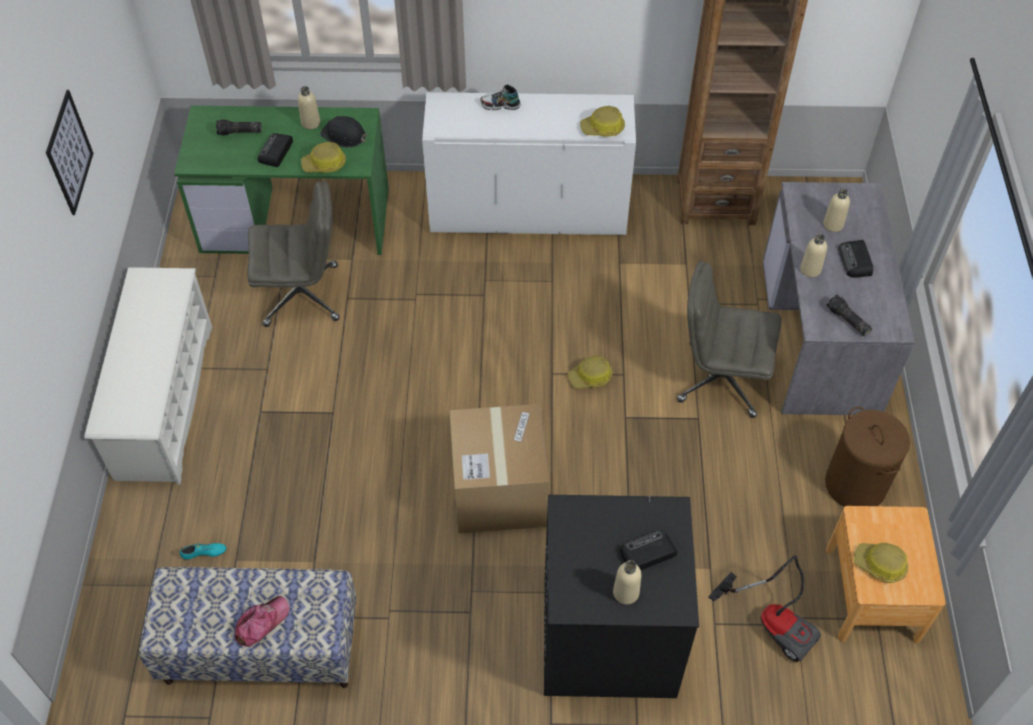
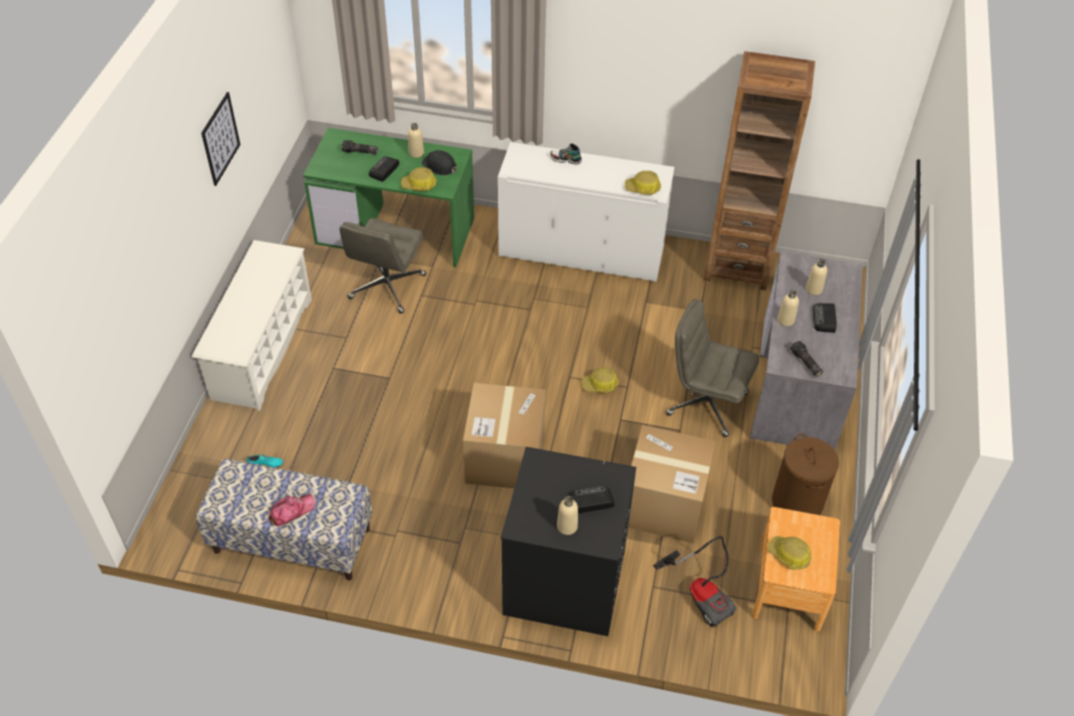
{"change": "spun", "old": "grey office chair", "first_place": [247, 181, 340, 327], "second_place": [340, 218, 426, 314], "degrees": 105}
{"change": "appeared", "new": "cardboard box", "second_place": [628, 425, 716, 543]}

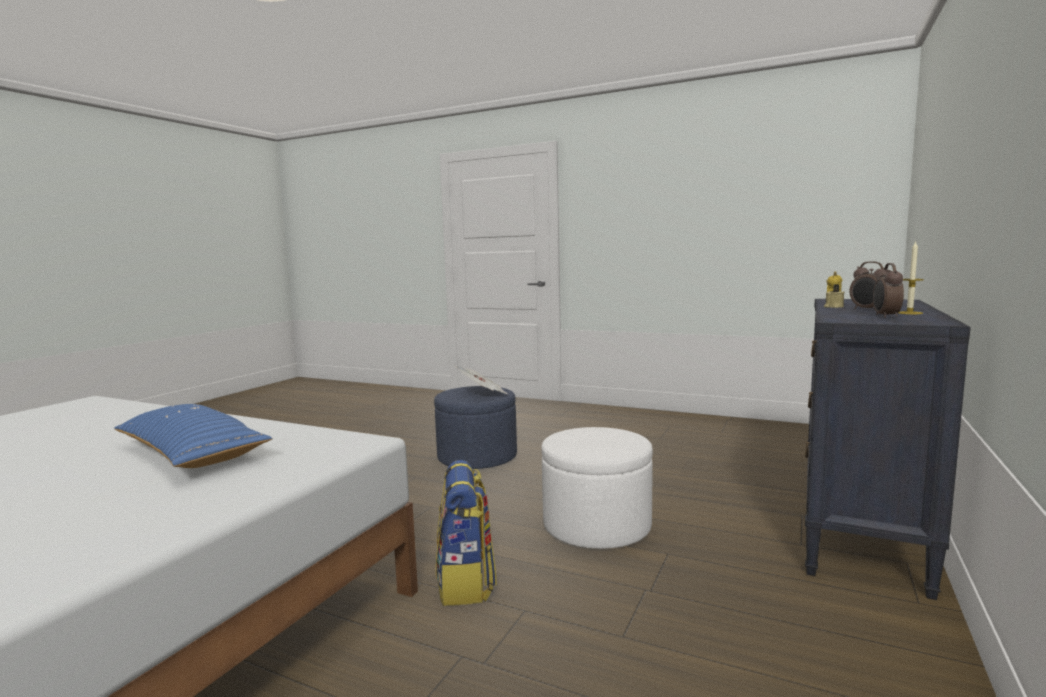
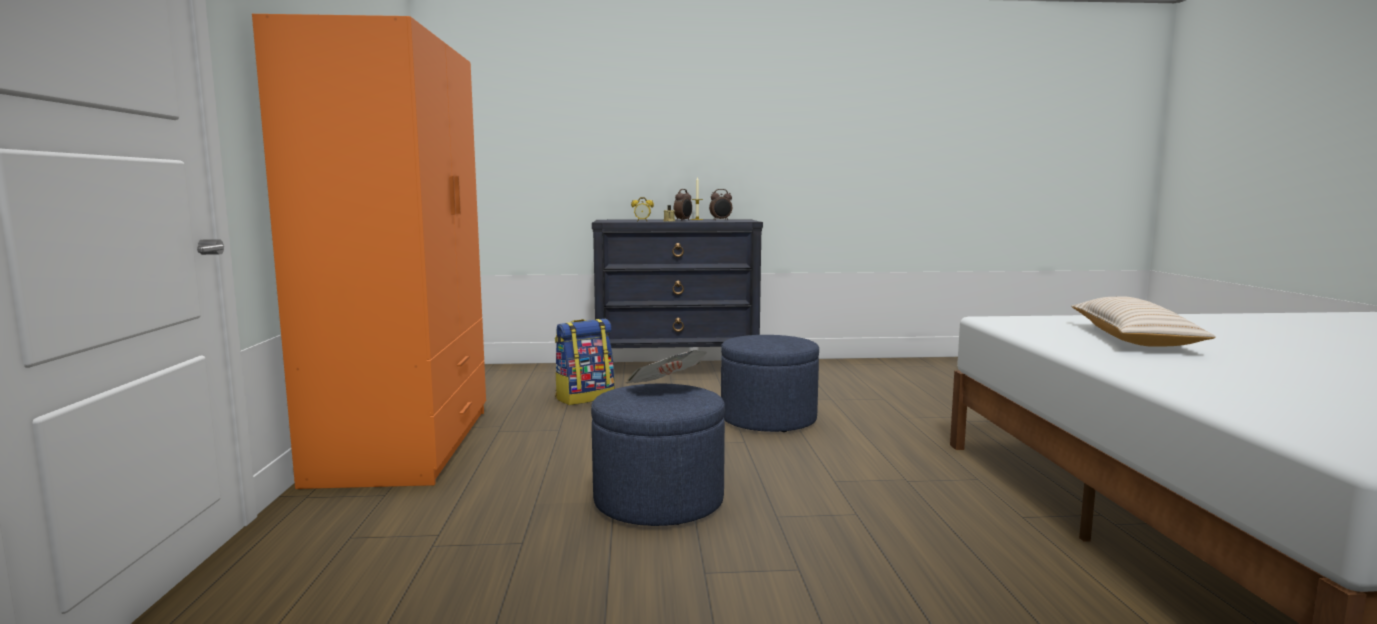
{"change": "appeared", "new": "orange wardrobe", "second_place": [252, 14, 486, 489]}
{"change": "relocated", "old": "backpack", "first_place": [436, 460, 497, 606], "second_place": [555, 319, 615, 405]}
{"change": "colour", "old": "white ottoman", "new": "blue ottoman", "first_place": [541, 427, 653, 549], "second_place": [721, 335, 819, 432]}
{"change": "colour", "old": "blue pillow", "new": "beige pillow", "first_place": [114, 404, 272, 468], "second_place": [1071, 296, 1216, 347]}

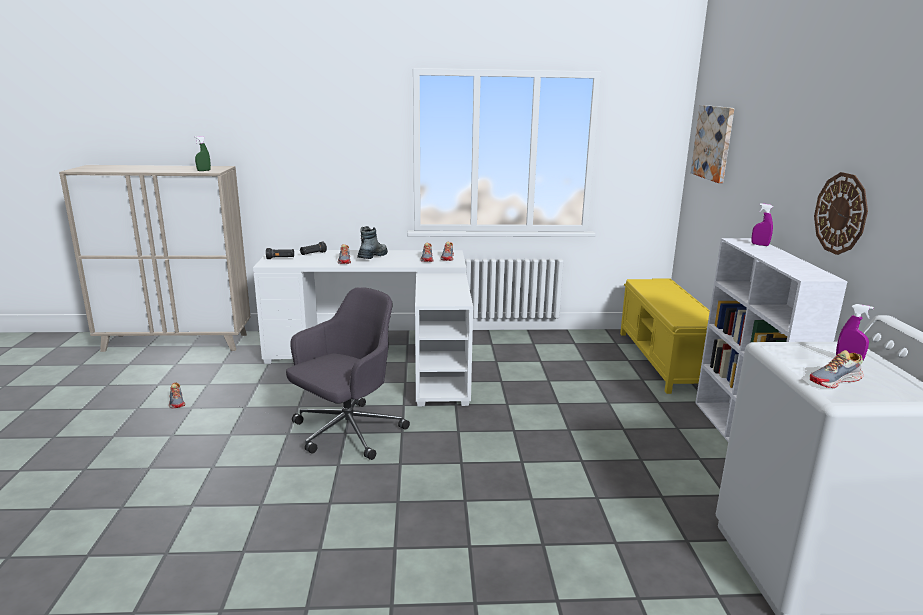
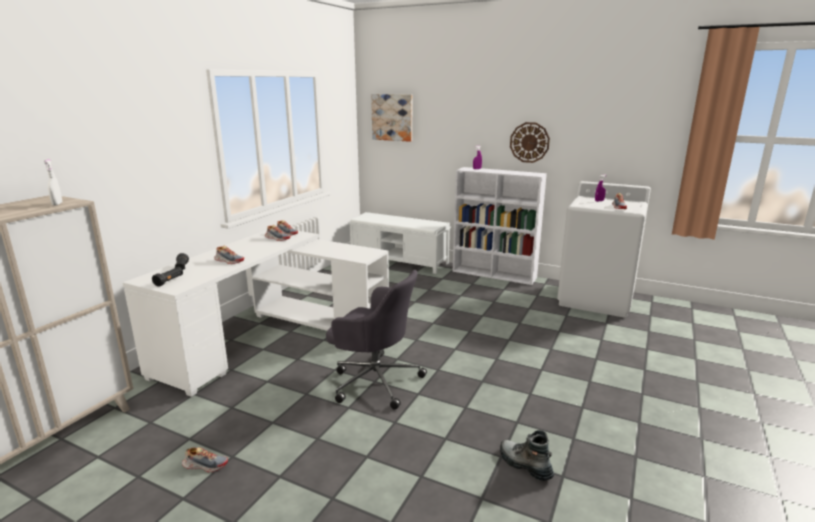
{"change": "colour", "old": "green spray bottle", "new": "white spray bottle", "first_place": [194, 136, 211, 171], "second_place": [44, 159, 62, 205]}
{"change": "spun", "old": "grey office chair", "first_place": [286, 287, 410, 460], "second_place": [326, 270, 427, 410], "degrees": 135}
{"change": "colour", "old": "yellow bench", "new": "white bench", "first_place": [620, 279, 710, 394], "second_place": [348, 212, 451, 274]}
{"change": "relocated", "old": "boot", "first_place": [357, 226, 388, 259], "second_place": [500, 430, 554, 481]}

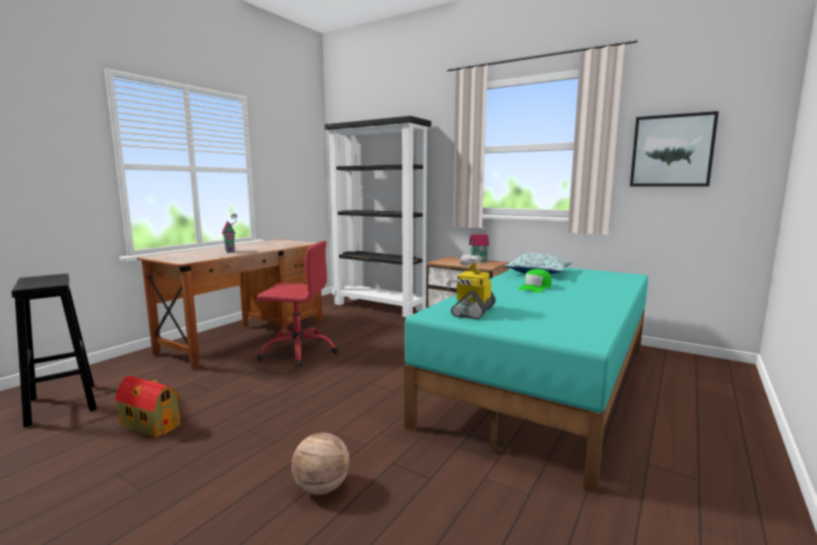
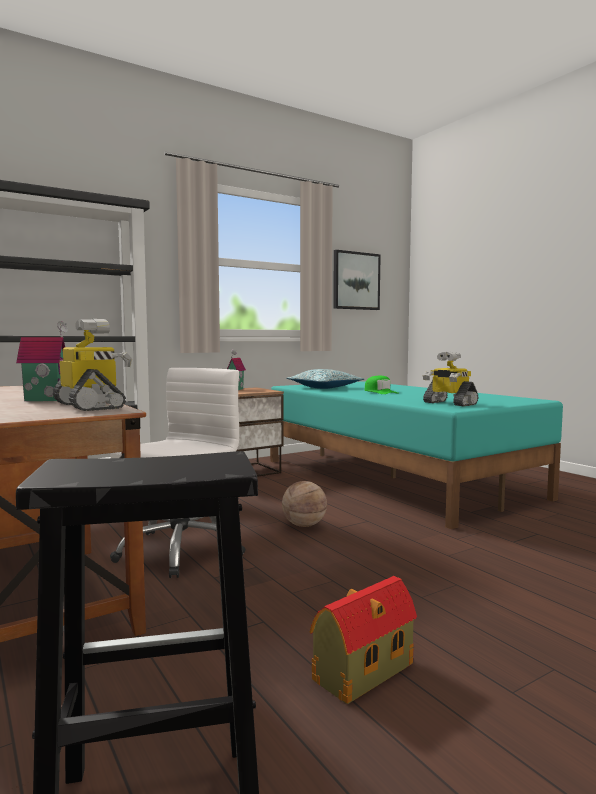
{"change": "appeared", "new": "toy robot", "second_place": [53, 319, 132, 411]}
{"change": "colour", "old": "red office chair", "new": "white office chair", "first_place": [256, 241, 339, 367], "second_place": [110, 368, 246, 578]}
{"change": "relocated", "old": "basketball", "first_place": [292, 433, 350, 495], "second_place": [282, 481, 327, 527]}

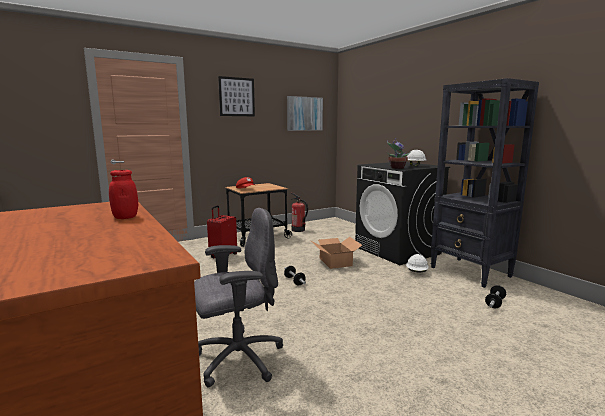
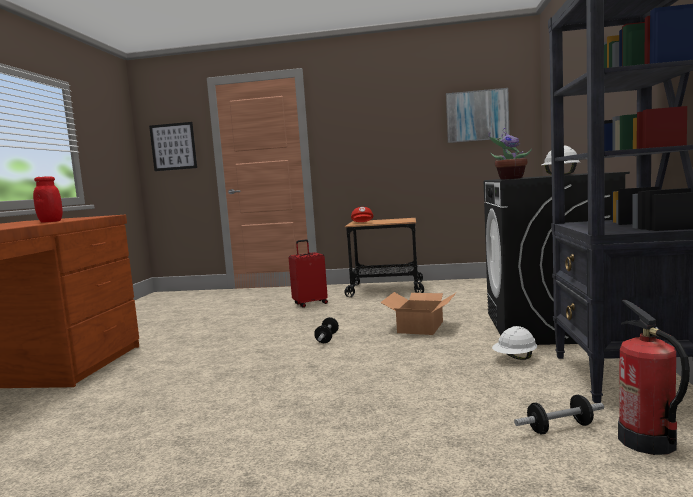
{"change": "relocated", "old": "picture", "first_place": [218, 76, 255, 116], "second_place": [149, 122, 197, 171]}
{"change": "relocated", "old": "fire extinguisher", "first_place": [291, 193, 308, 232], "second_place": [618, 300, 690, 455]}
{"change": "missing", "old": "grey office chair", "first_place": [194, 208, 283, 388]}

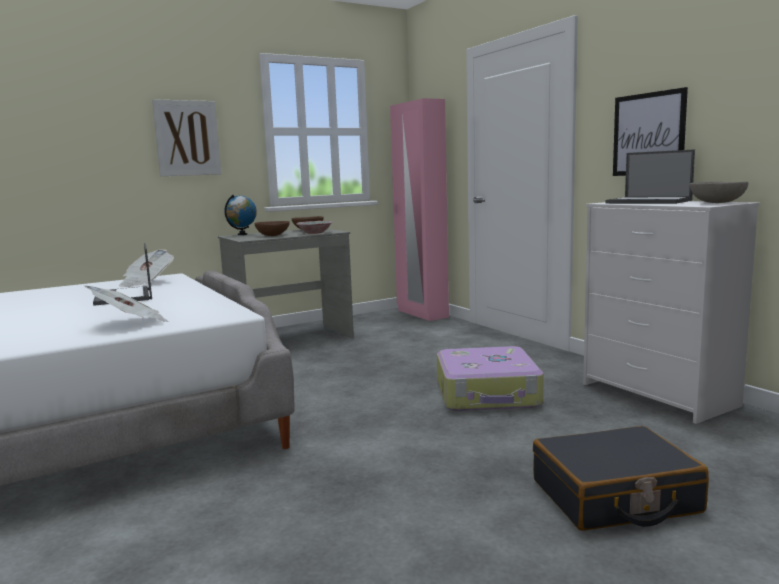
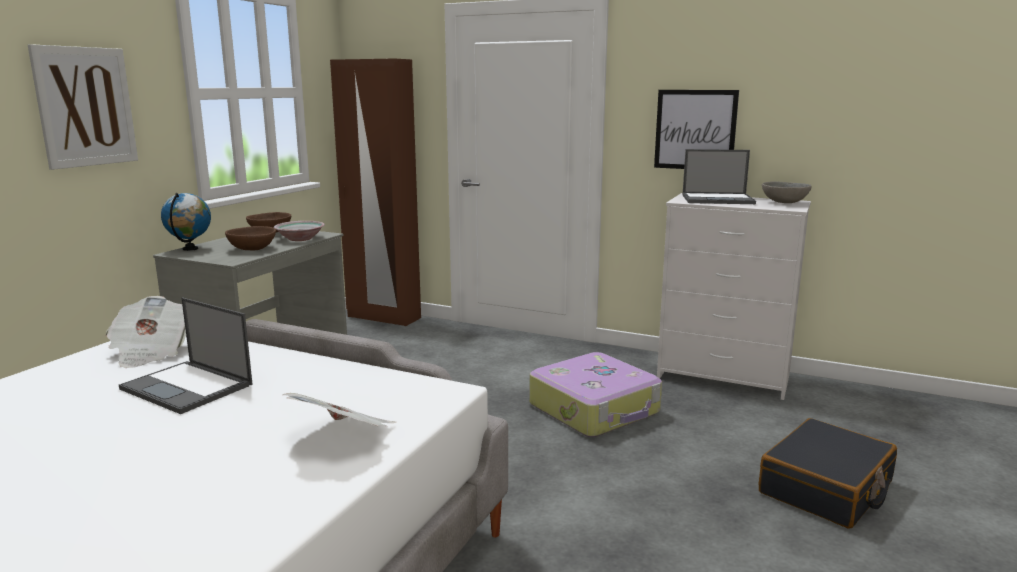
{"change": "colour", "old": "pink wardrobe", "new": "brown wardrobe", "first_place": [390, 98, 449, 321], "second_place": [330, 59, 421, 326]}

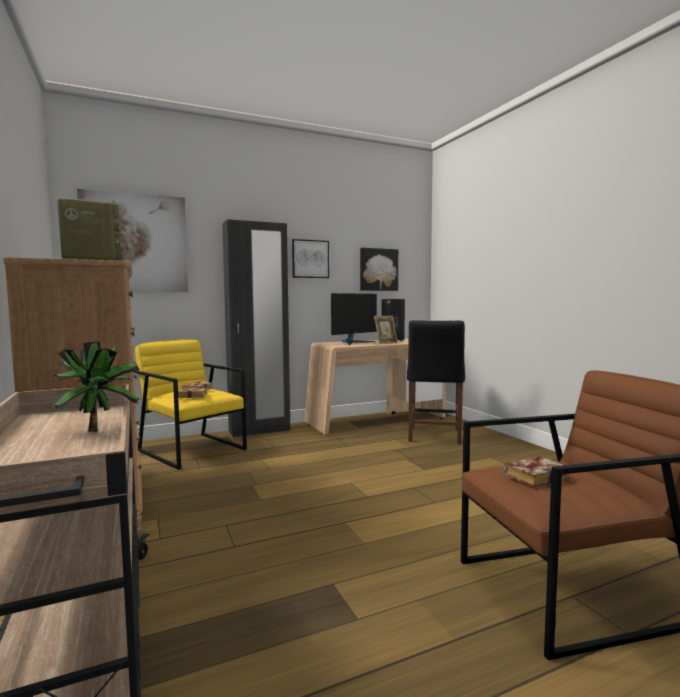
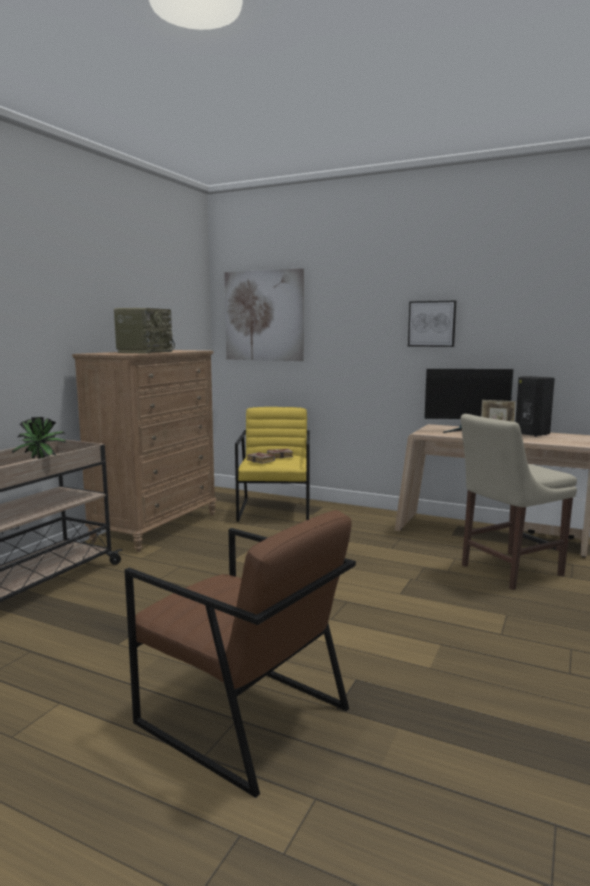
{"change": "colour", "old": "black chair", "new": "beige chair", "first_place": [407, 320, 465, 445], "second_place": [460, 414, 577, 590]}
{"change": "missing", "old": "black wardrobe", "first_place": [222, 219, 290, 437]}
{"change": "missing", "old": "picture", "first_place": [360, 248, 398, 291]}
{"change": "missing", "old": "book", "first_place": [504, 456, 568, 487]}

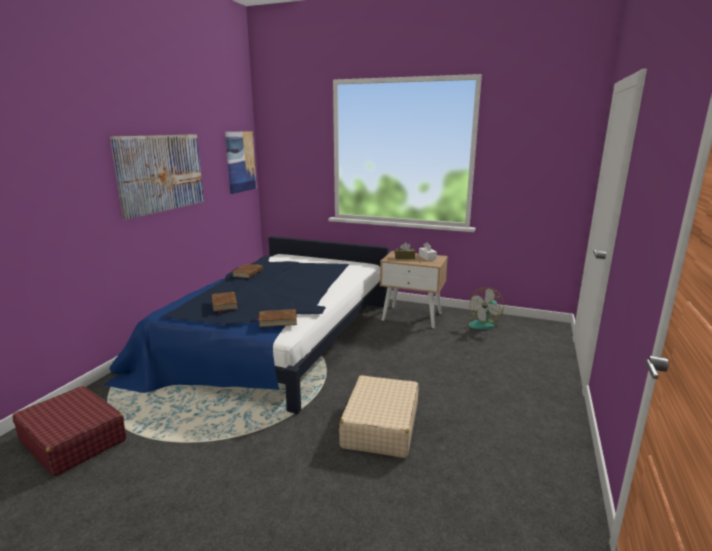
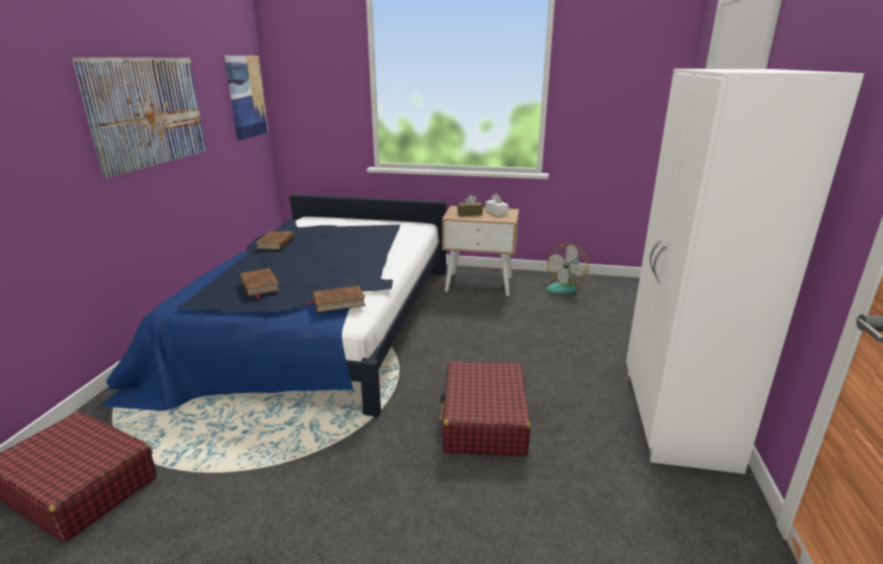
{"change": "colour", "old": "beige suitcase", "new": "red suitcase", "first_place": [339, 375, 418, 458], "second_place": [439, 361, 531, 456]}
{"change": "appeared", "new": "white wardrobe", "second_place": [626, 69, 864, 474]}

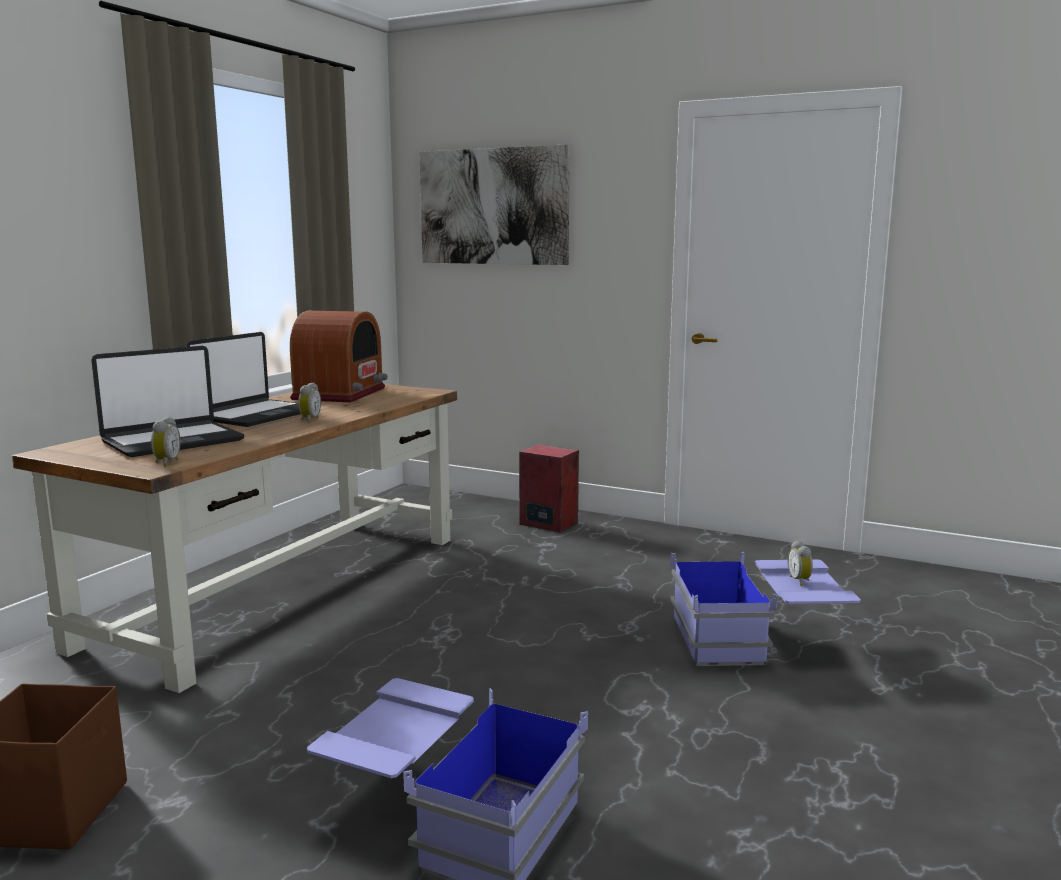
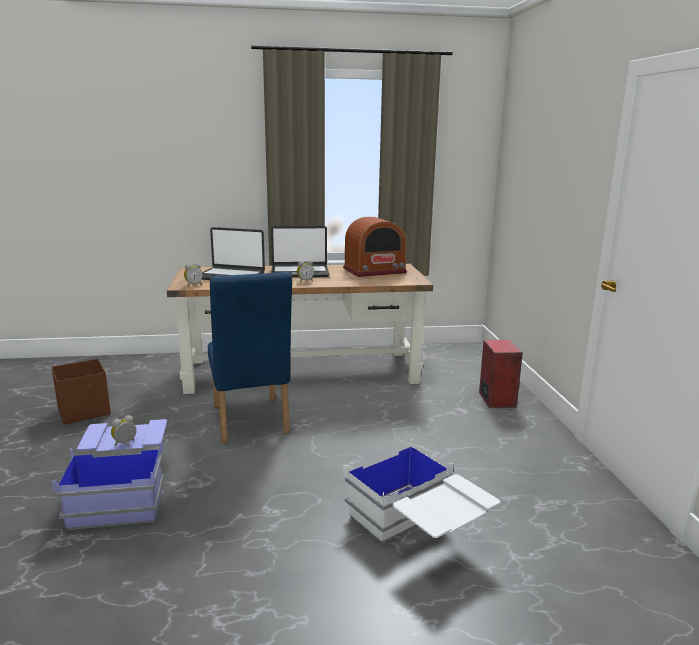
{"change": "relocated", "old": "alarm clock", "first_place": [788, 540, 813, 586], "second_place": [111, 415, 137, 447]}
{"change": "appeared", "new": "blue chair", "second_place": [208, 272, 292, 442]}
{"change": "colour", "old": "blue storage box", "new": "white storage box", "first_place": [670, 552, 861, 666], "second_place": [343, 439, 500, 543]}
{"change": "missing", "old": "picture", "first_place": [419, 144, 570, 265]}

